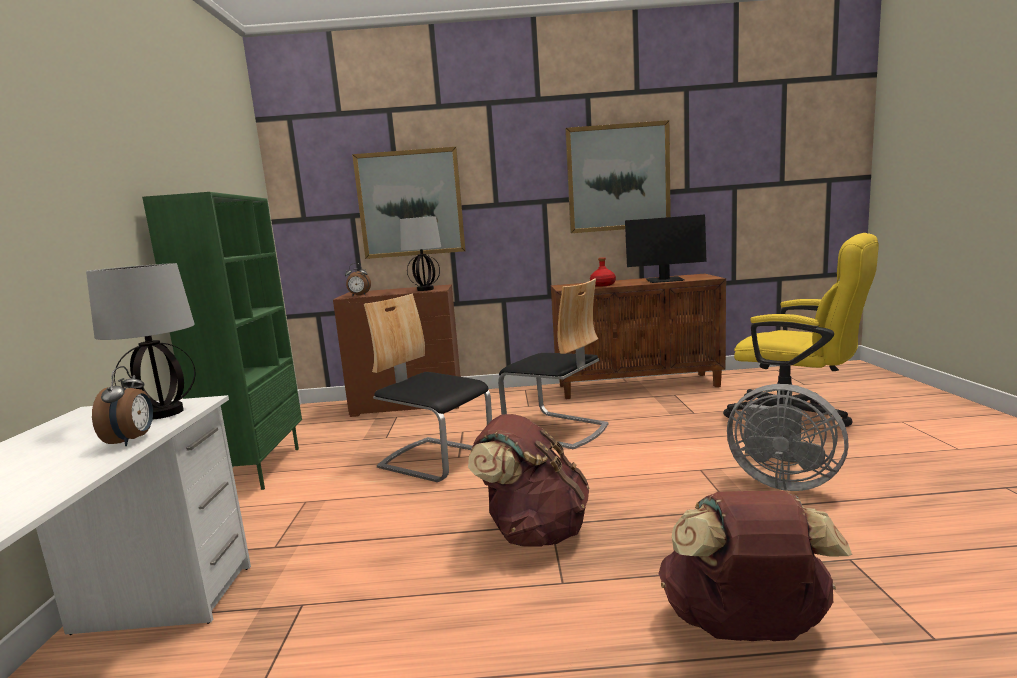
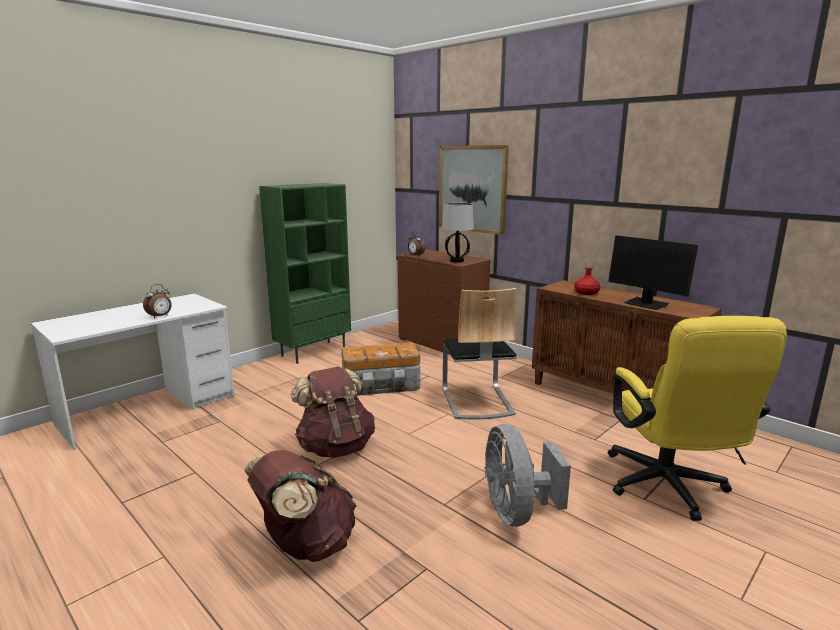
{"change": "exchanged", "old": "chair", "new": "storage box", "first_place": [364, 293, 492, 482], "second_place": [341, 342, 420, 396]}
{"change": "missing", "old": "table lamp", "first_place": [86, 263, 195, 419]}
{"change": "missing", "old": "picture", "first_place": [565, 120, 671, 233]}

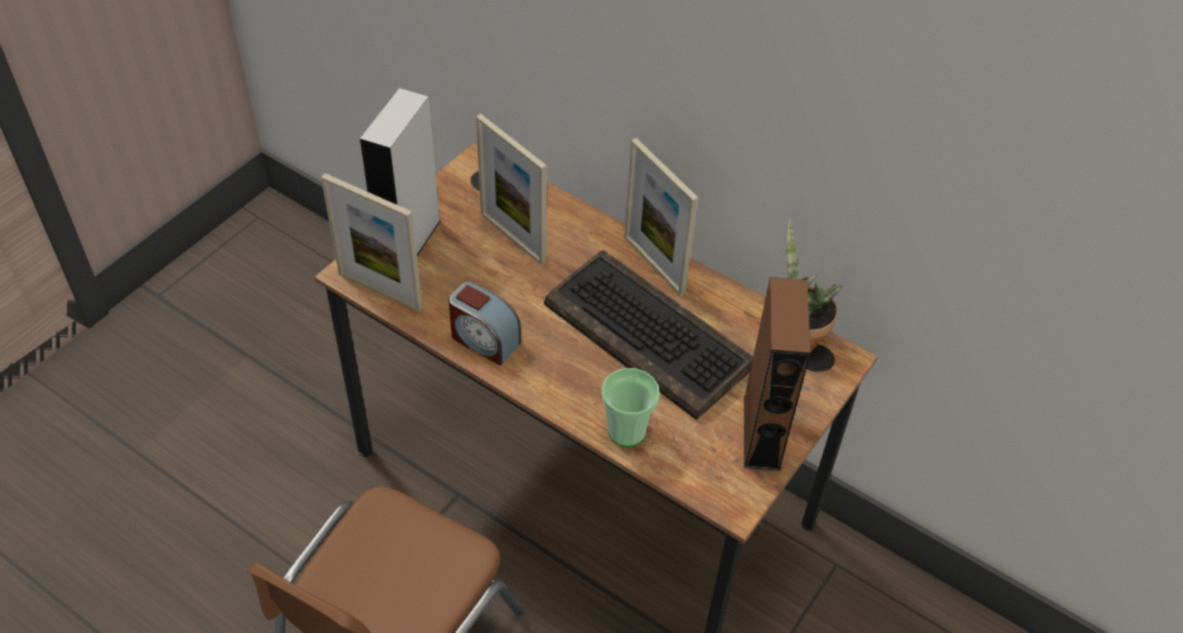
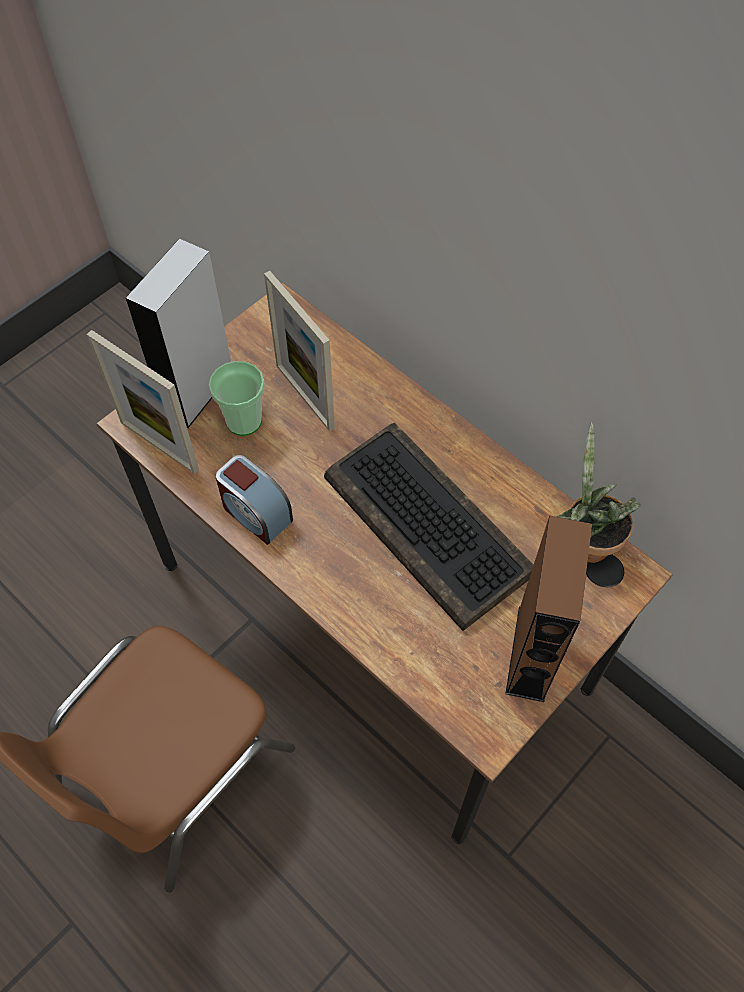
{"change": "relocated", "old": "cup", "first_place": [602, 368, 660, 447], "second_place": [209, 361, 265, 436]}
{"change": "missing", "old": "picture frame", "first_place": [624, 138, 698, 296]}

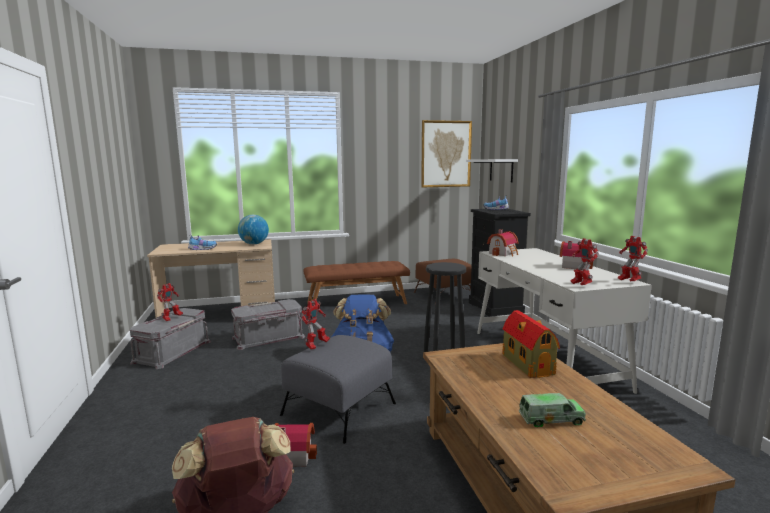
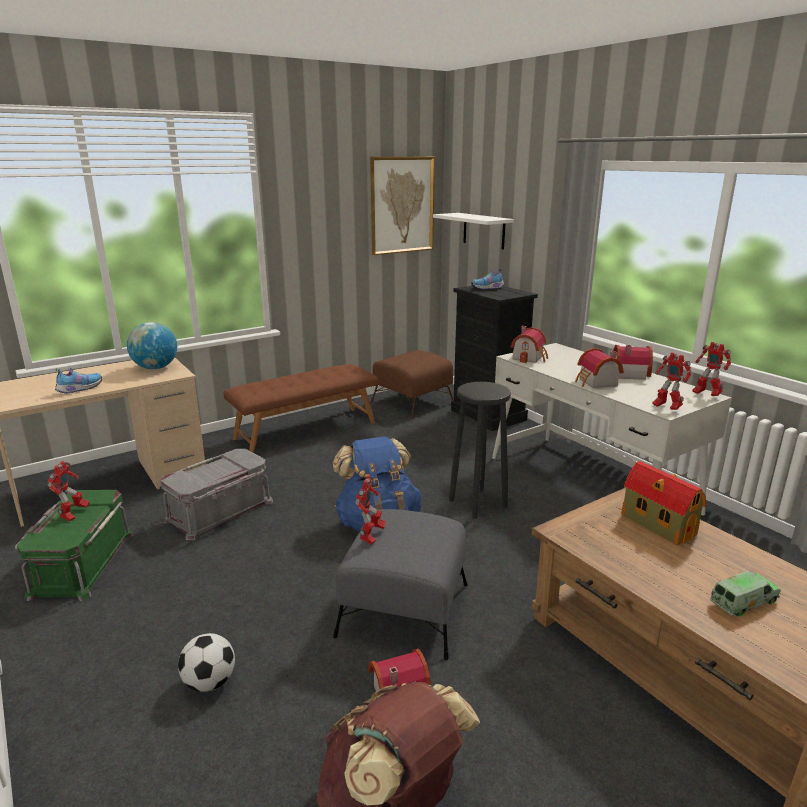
{"change": "colour", "old": "grey storage box", "new": "green storage box", "first_place": [130, 308, 211, 369], "second_place": [15, 490, 134, 601]}
{"change": "appeared", "new": "football", "second_place": [178, 633, 235, 692]}
{"change": "appeared", "new": "toy house", "second_place": [575, 348, 624, 388]}

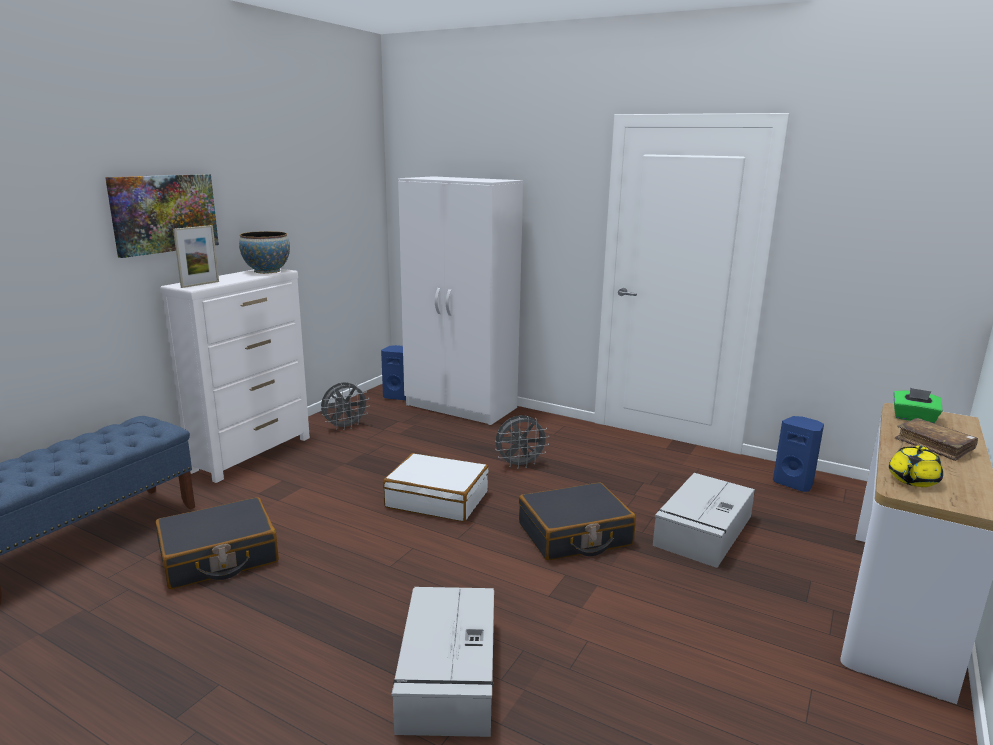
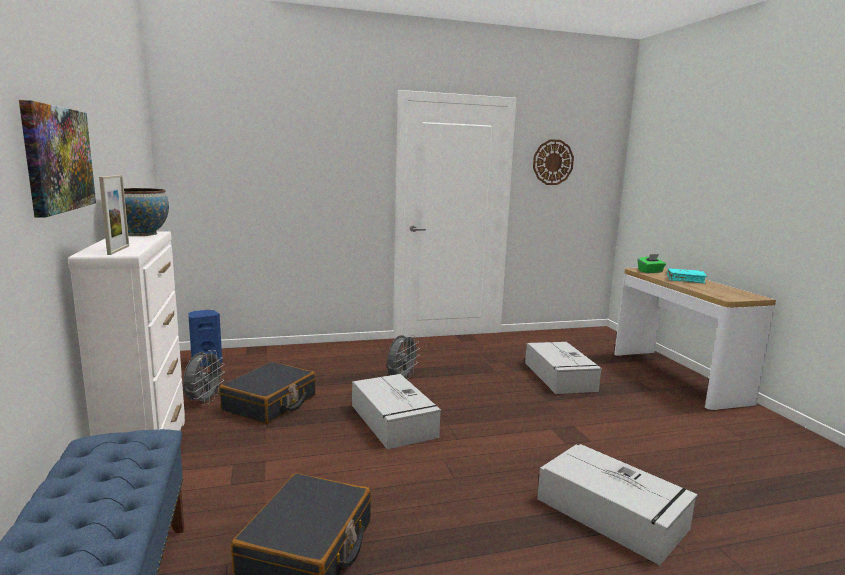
{"change": "relocated", "old": "black suitcase", "first_place": [519, 482, 636, 561], "second_place": [219, 362, 316, 424]}
{"change": "exchanged", "old": "white suitcase", "new": "grey storage box", "first_place": [383, 453, 489, 522], "second_place": [352, 374, 441, 449]}
{"change": "appeared", "new": "wall clock", "second_place": [533, 139, 574, 185]}
{"change": "colour", "old": "brown book", "new": "turquoise book", "first_place": [895, 418, 978, 461], "second_place": [667, 268, 707, 284]}
{"change": "missing", "old": "white wardrobe", "first_place": [398, 176, 523, 425]}
{"change": "missing", "old": "blue speaker", "first_place": [773, 416, 824, 492]}
{"change": "missing", "old": "yellow teapot", "first_place": [889, 445, 943, 487]}

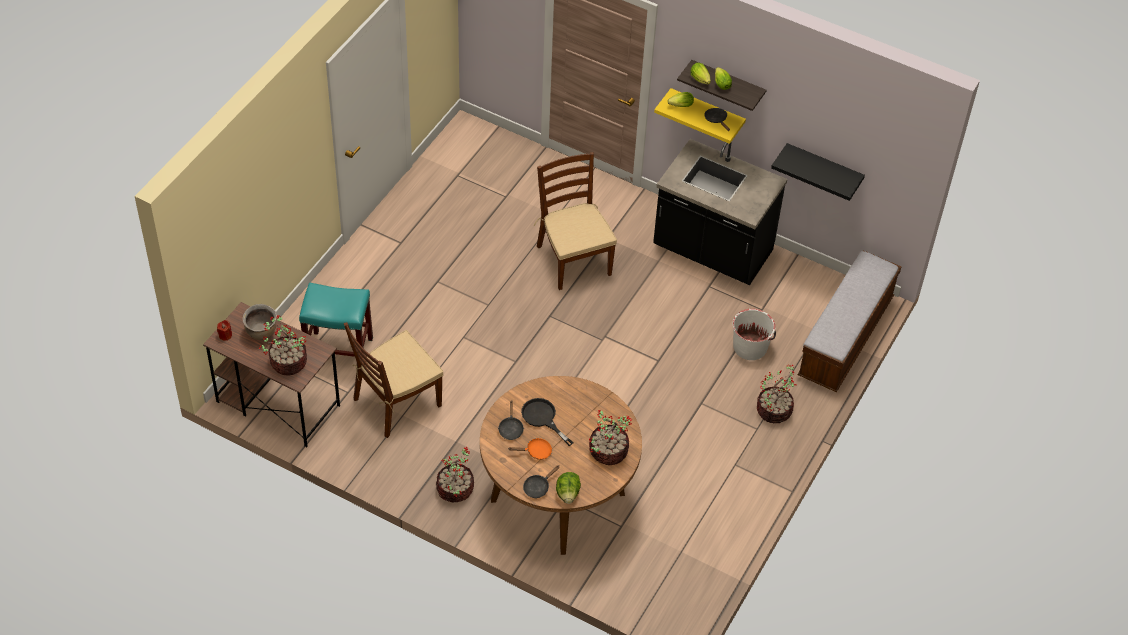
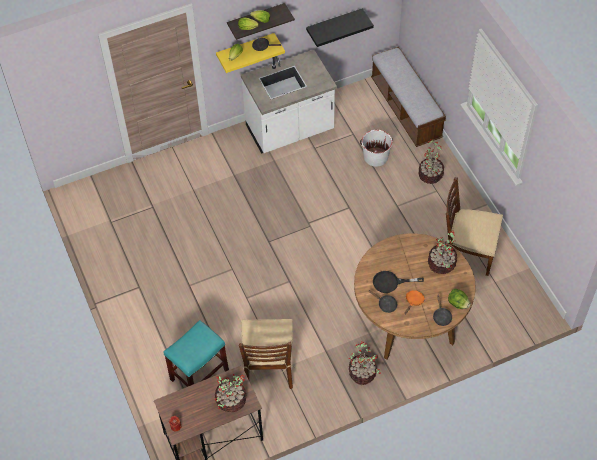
{"change": "colour", "old": "black counter", "new": "white counter", "first_place": [653, 139, 787, 285], "second_place": [241, 50, 337, 154]}
{"change": "relocated", "old": "brown chair", "first_place": [534, 152, 617, 290], "second_place": [445, 177, 503, 276]}
{"change": "missing", "old": "brown cooking pot", "first_place": [243, 304, 277, 340]}

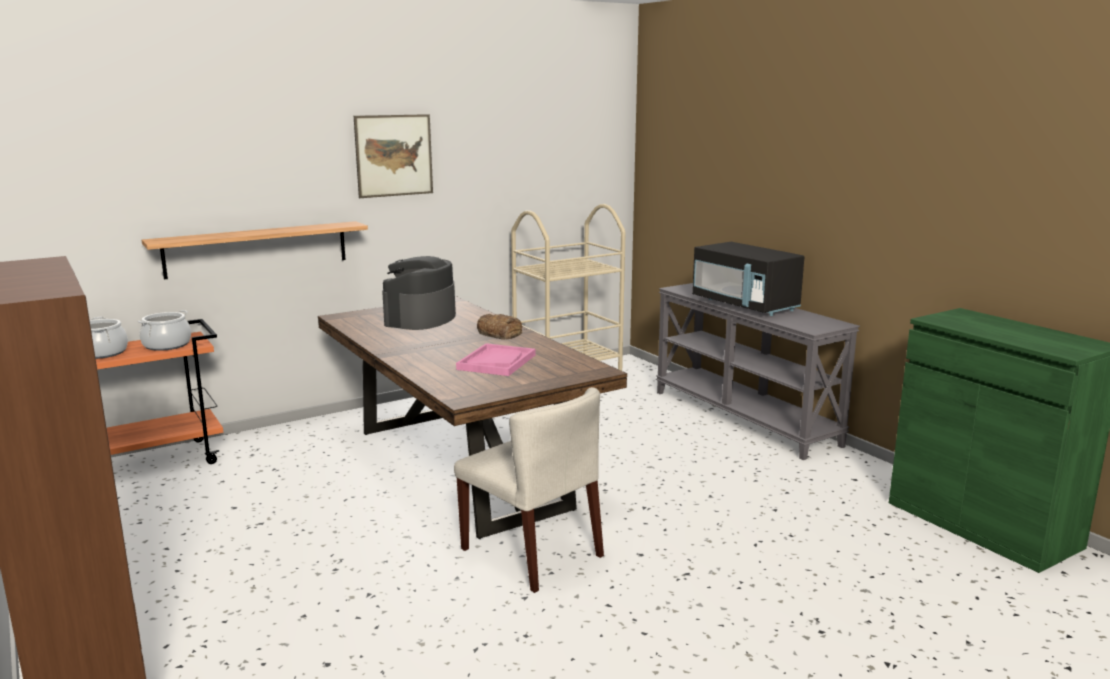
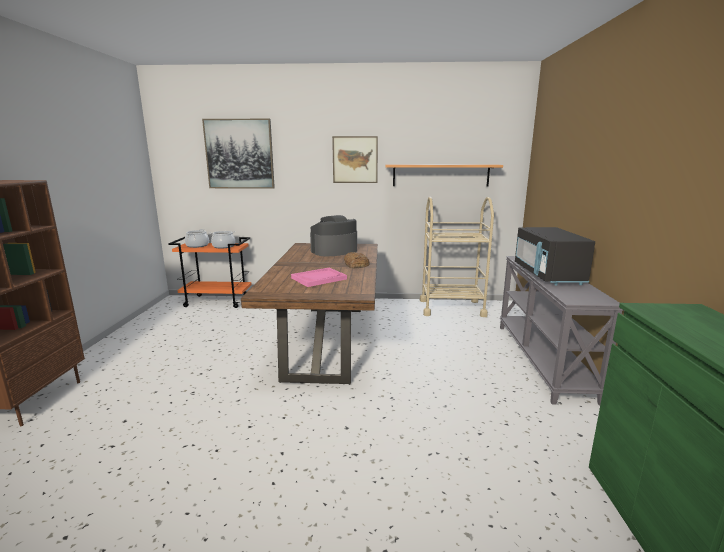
{"change": "appeared", "new": "picture", "second_place": [202, 119, 275, 189]}
{"change": "relocated", "old": "shelf", "first_place": [142, 221, 368, 279], "second_place": [385, 165, 503, 187]}
{"change": "missing", "old": "beige chair", "first_place": [454, 387, 604, 593]}

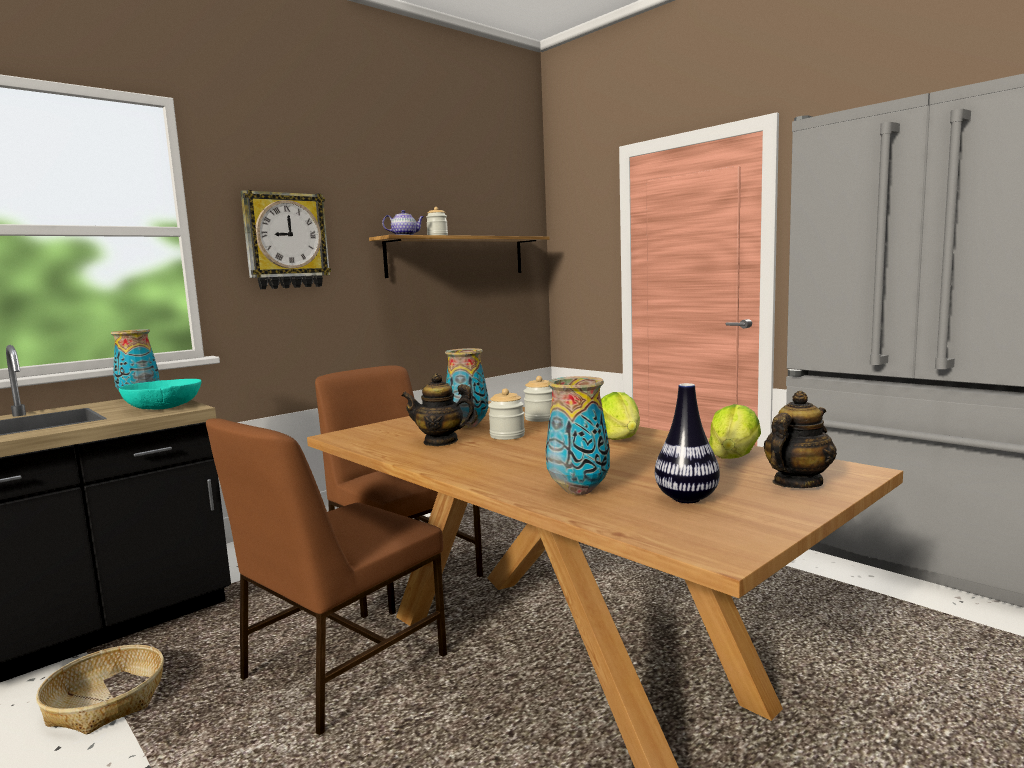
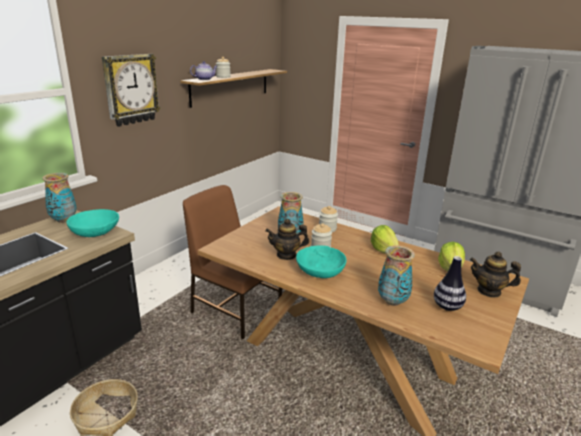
{"change": "appeared", "new": "turquoise bowl", "second_place": [296, 245, 346, 278]}
{"change": "spun", "old": "teapot", "first_place": [764, 391, 837, 488], "second_place": [470, 252, 521, 298], "degrees": -105}
{"change": "missing", "old": "brown chair", "first_place": [206, 418, 447, 735]}

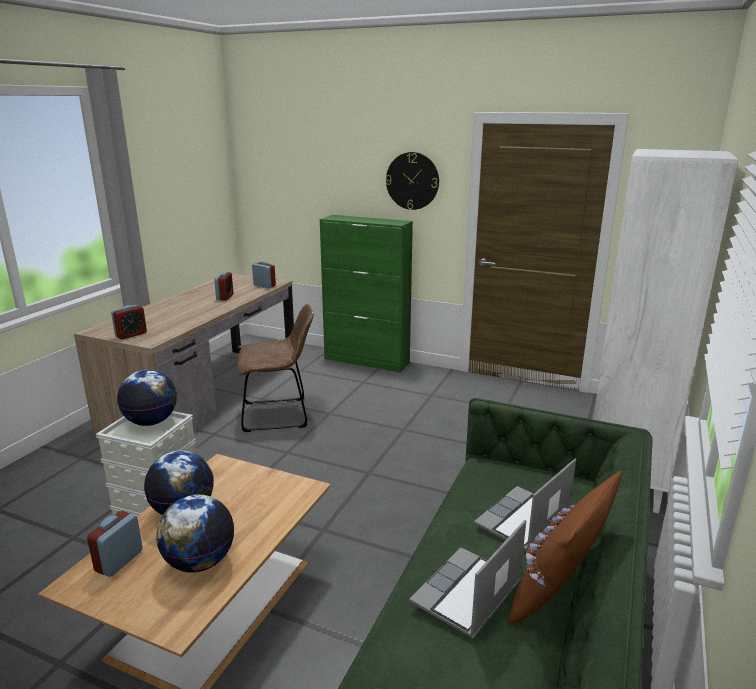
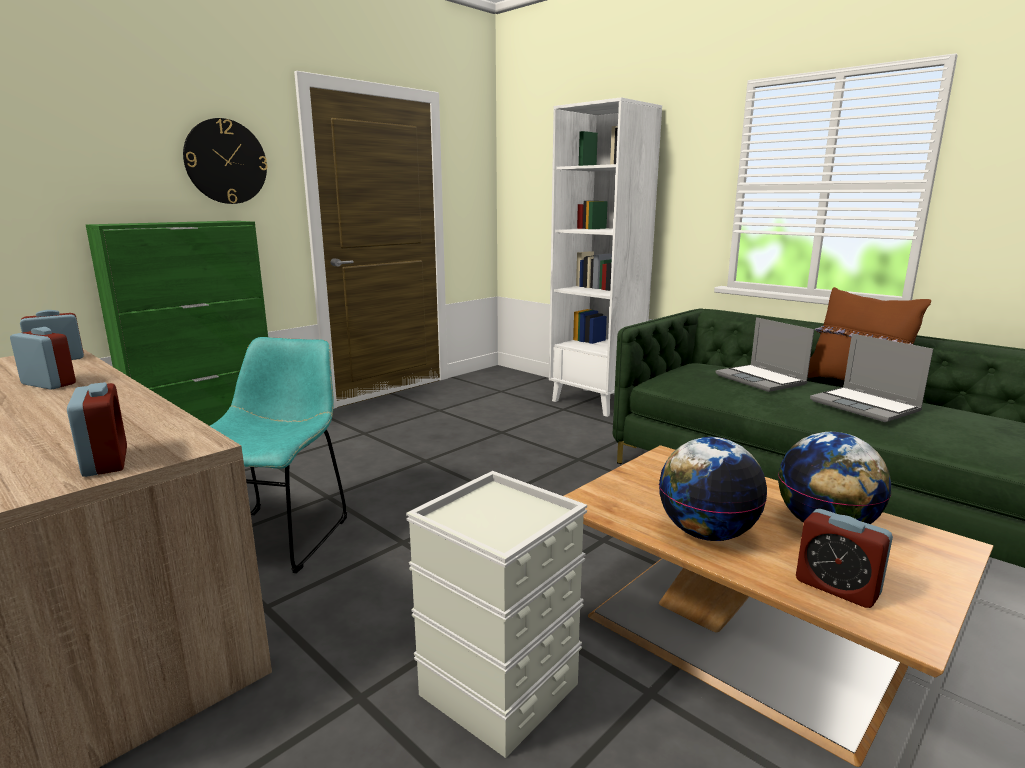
{"change": "colour", "old": "brown chair", "new": "turquoise chair", "first_place": [237, 304, 314, 432], "second_place": [210, 337, 347, 573]}
{"change": "missing", "old": "globe", "first_place": [117, 370, 177, 426]}

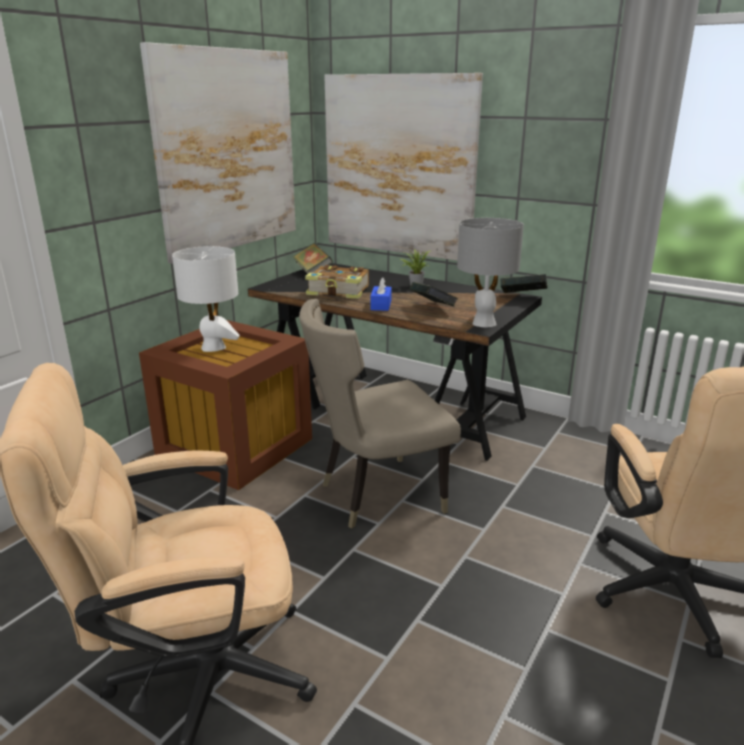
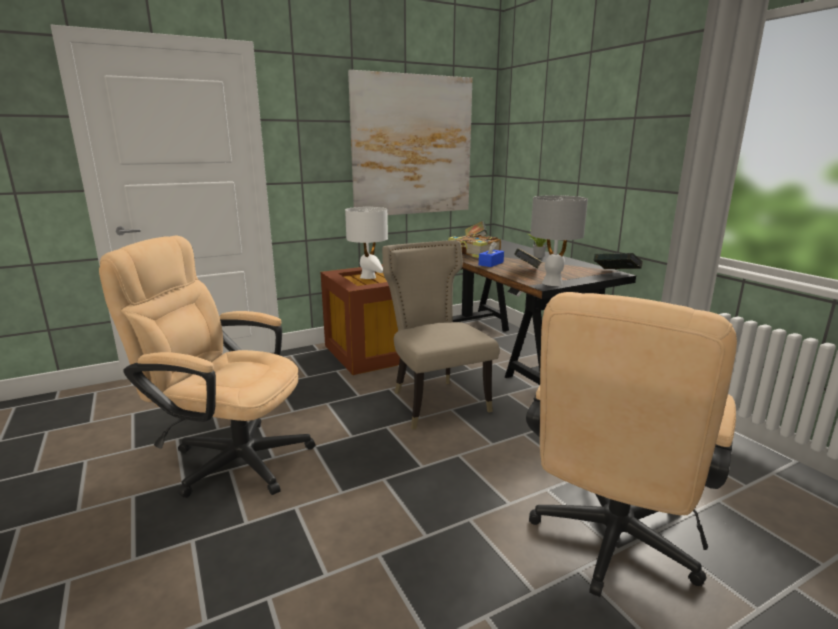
{"change": "spun", "old": "beige chair", "first_place": [299, 299, 461, 529], "second_place": [382, 240, 499, 430], "degrees": 60}
{"change": "missing", "old": "picture", "first_place": [324, 73, 483, 260]}

